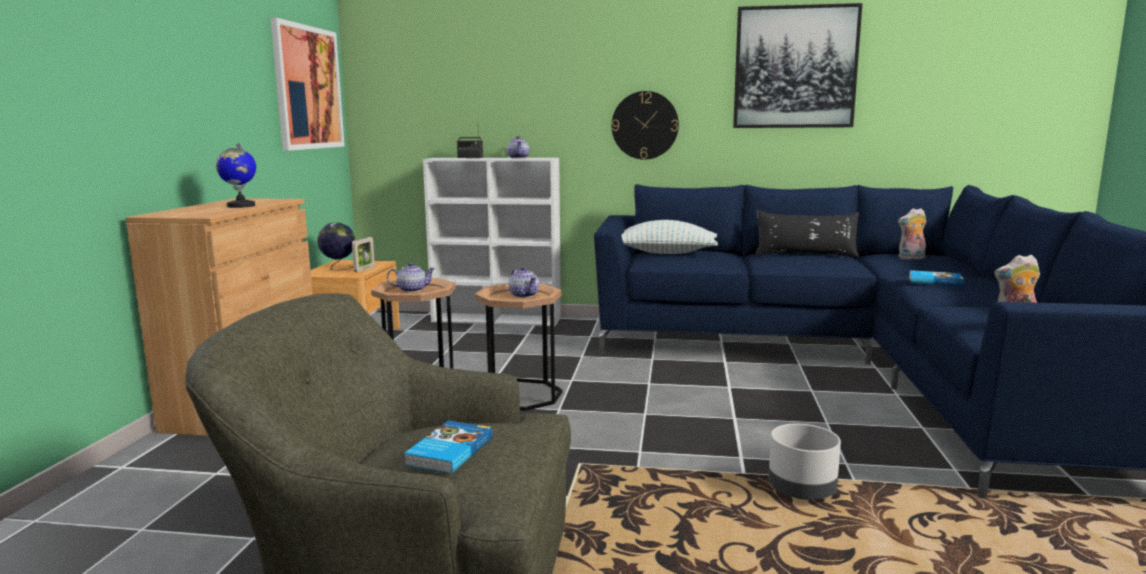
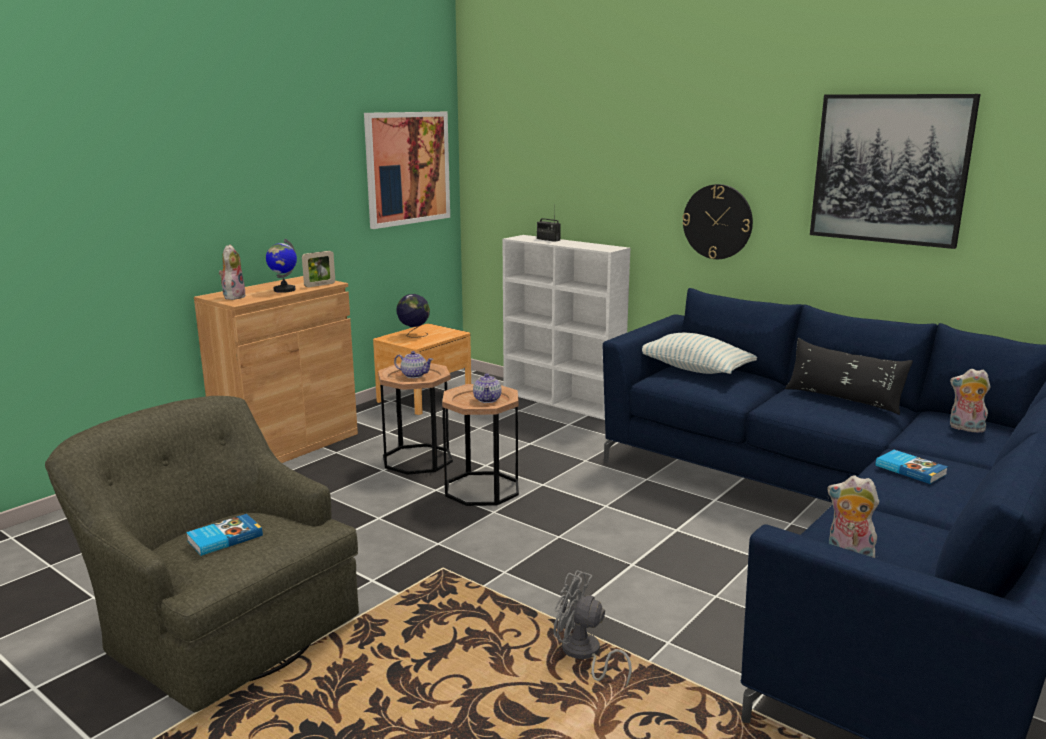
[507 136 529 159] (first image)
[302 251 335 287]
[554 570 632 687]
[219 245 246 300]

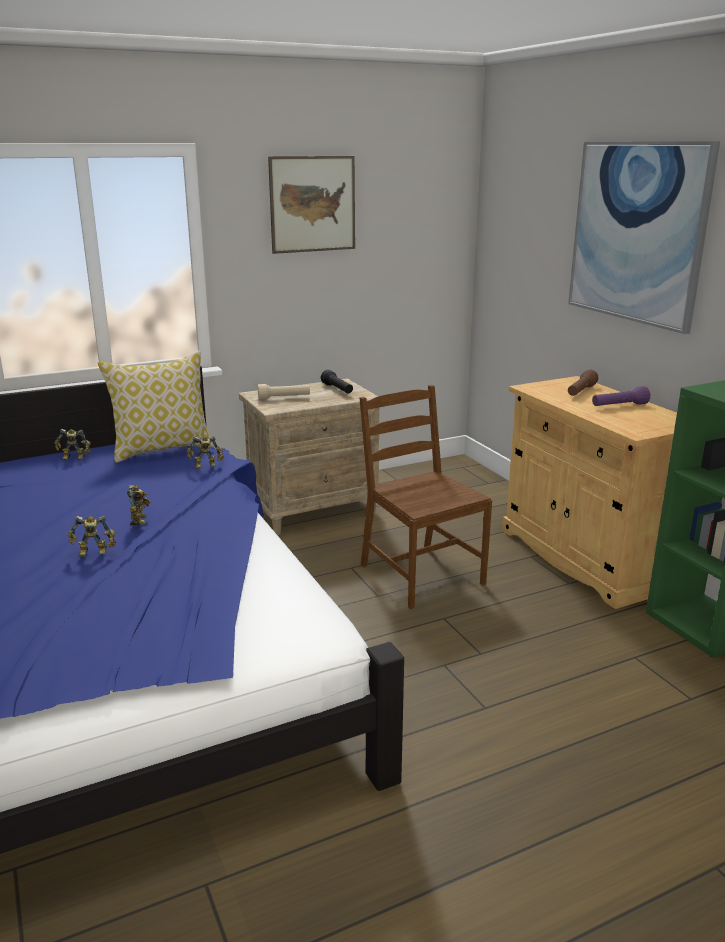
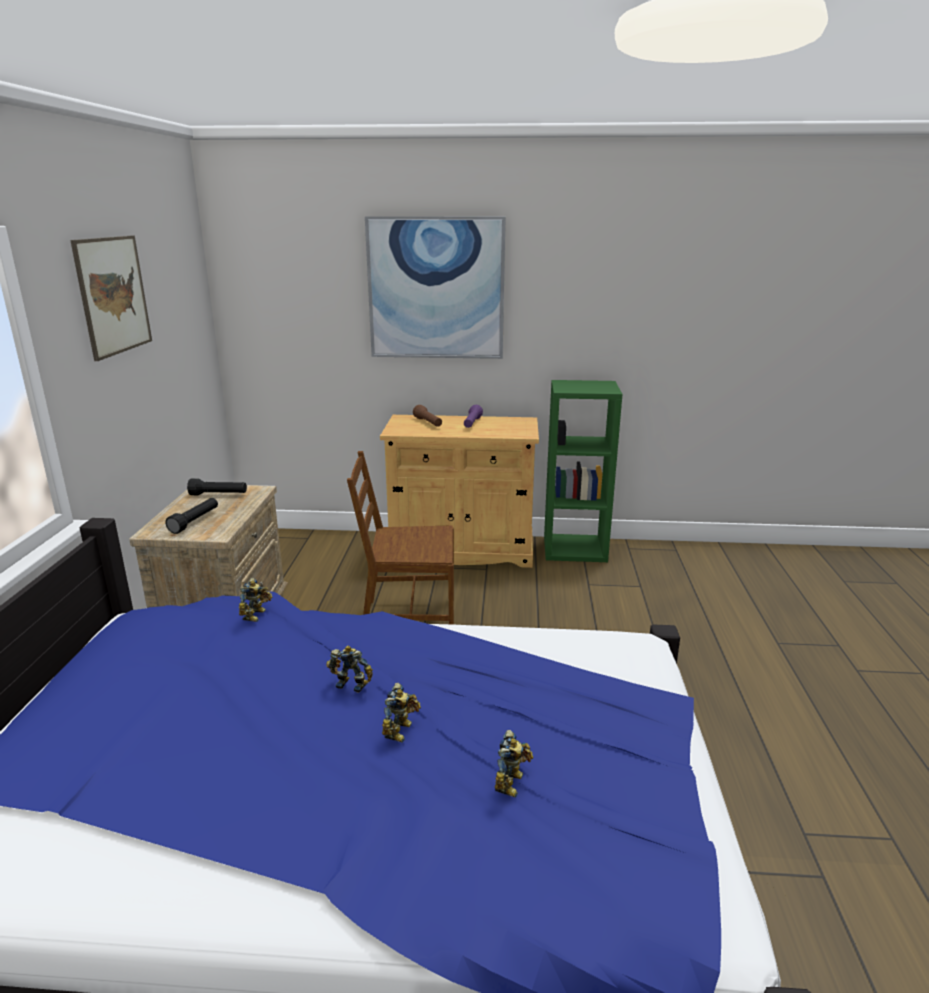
[98 351 215 463] (first image)
[165 498 218 534]
[495 730 533 798]

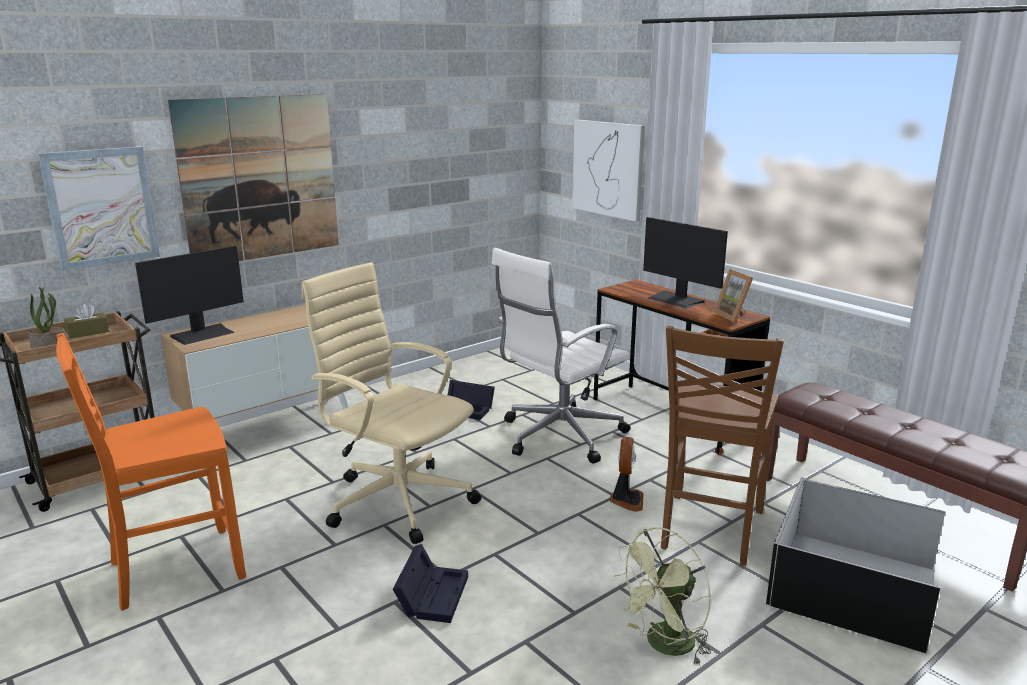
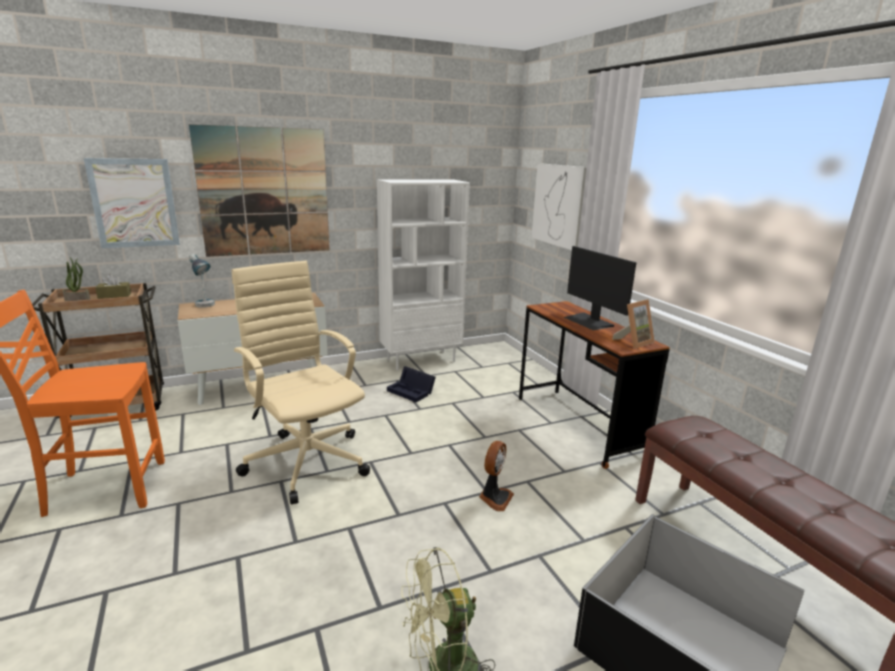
[189 254 215 308]
[491 248 630 464] (first image)
[612 299 655 349]
[661 326 784 566] (first image)
[393 544 468 623] (first image)
[377 179 470 370]

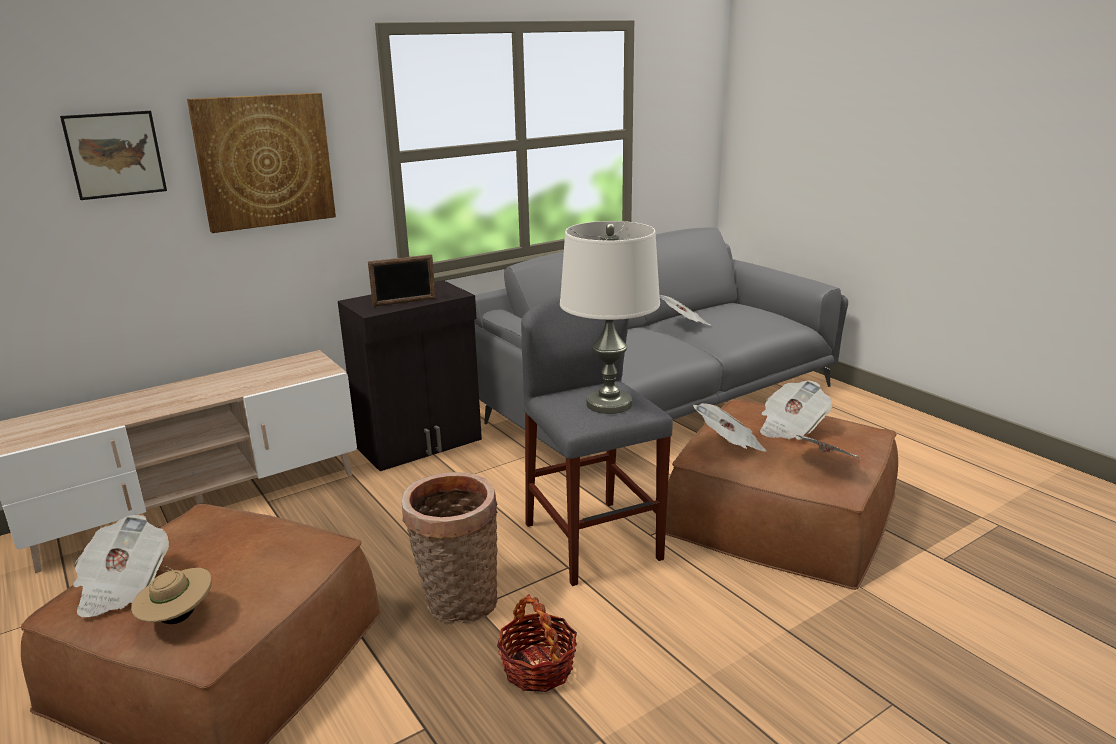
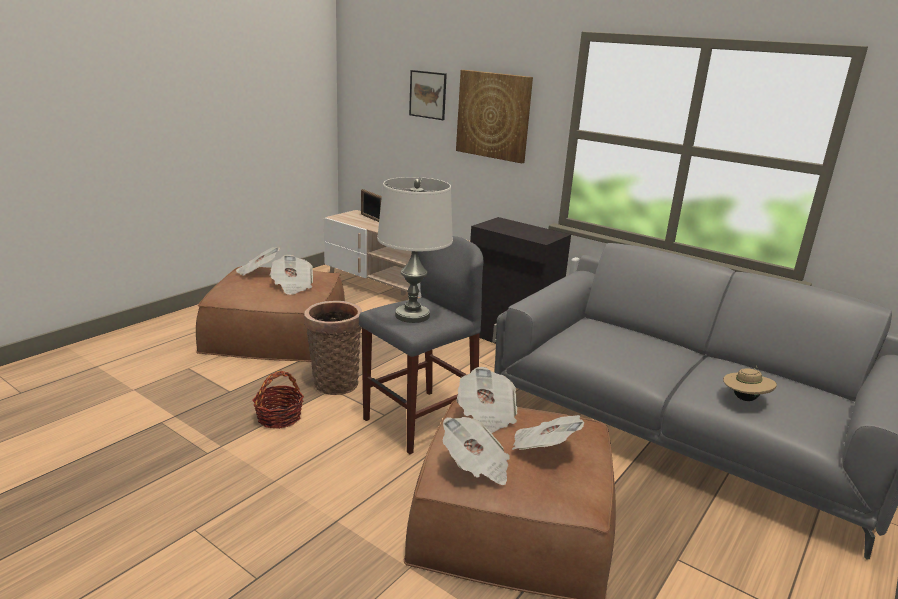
[361 189 382 222]
[270 255 313 295]
[723 366 777 401]

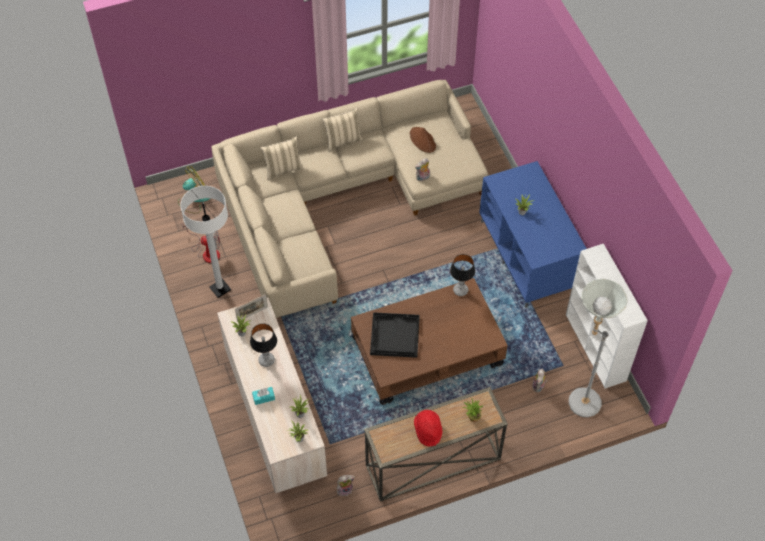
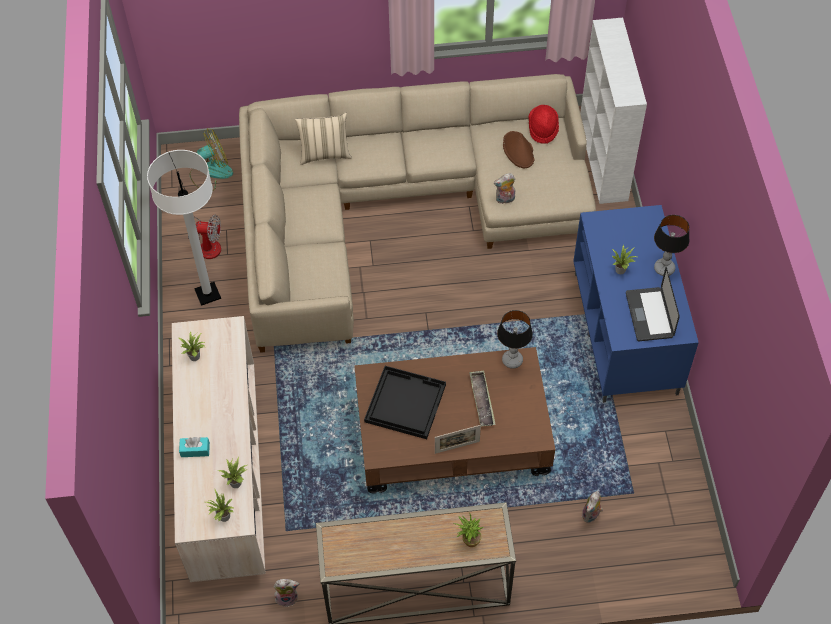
[322 107 363 152] (first image)
[580 18 647 204]
[569 278 628 417] (first image)
[435 425 481 454]
[654 215 689 276]
[529 105 559 144]
[626 267 680 341]
[469 371 496 426]

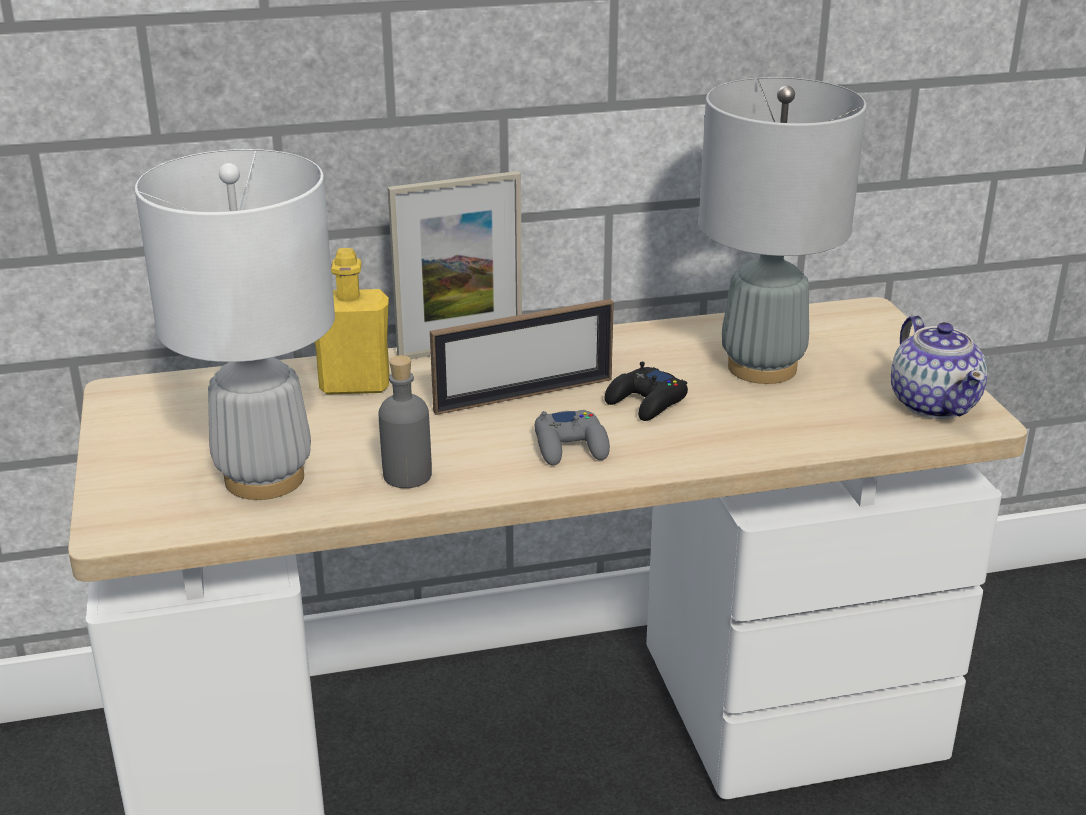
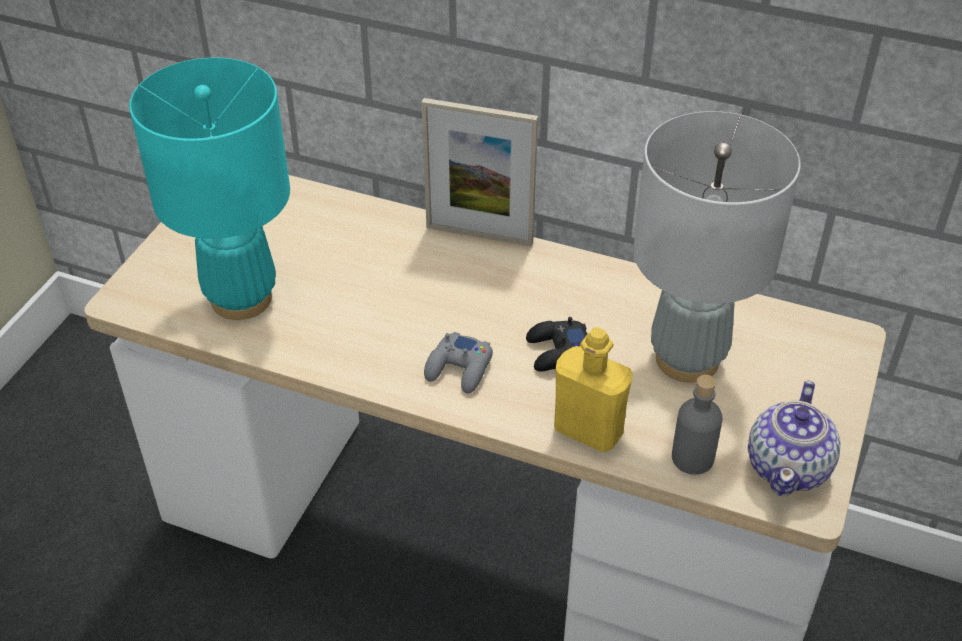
[129 58 290 320]
[554 327 633 452]
[430 299 614 415] (first image)
[672 375 723 475]

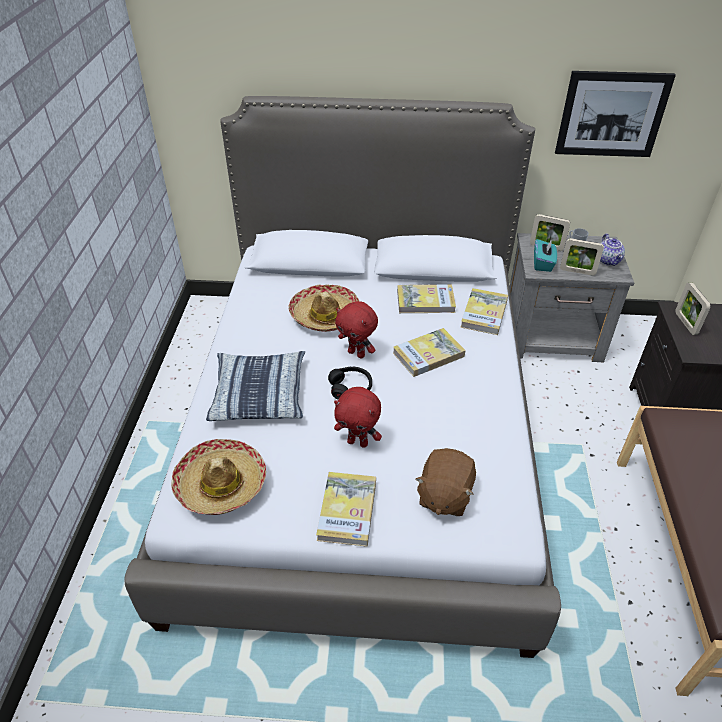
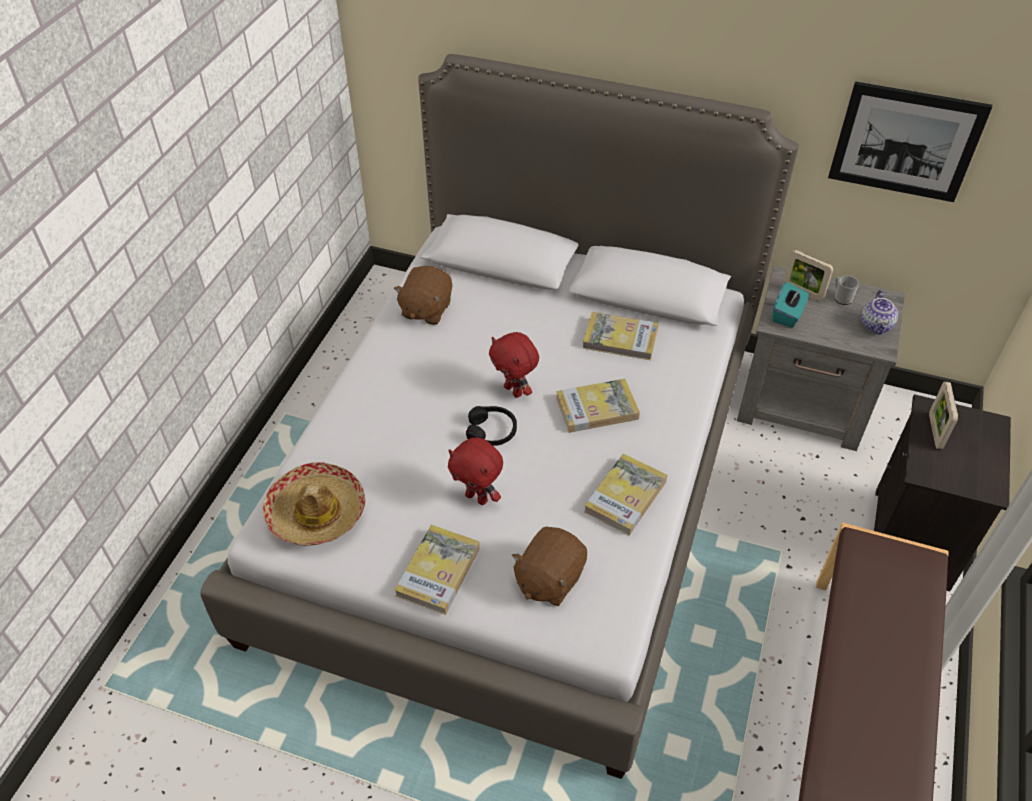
[560 238 604 276] (first image)
[289 284 359 332] (first image)
[584 454 668 535]
[206 351 305 421] (first image)
[394 266 452 325]

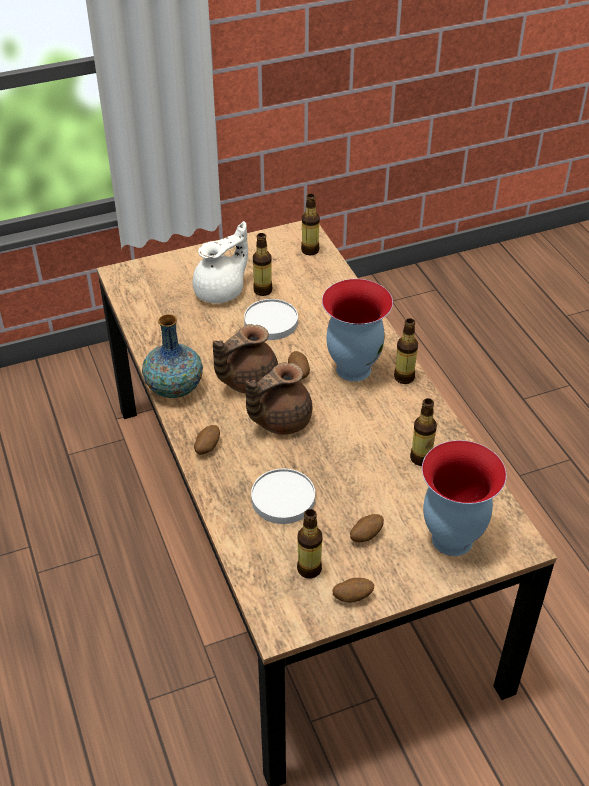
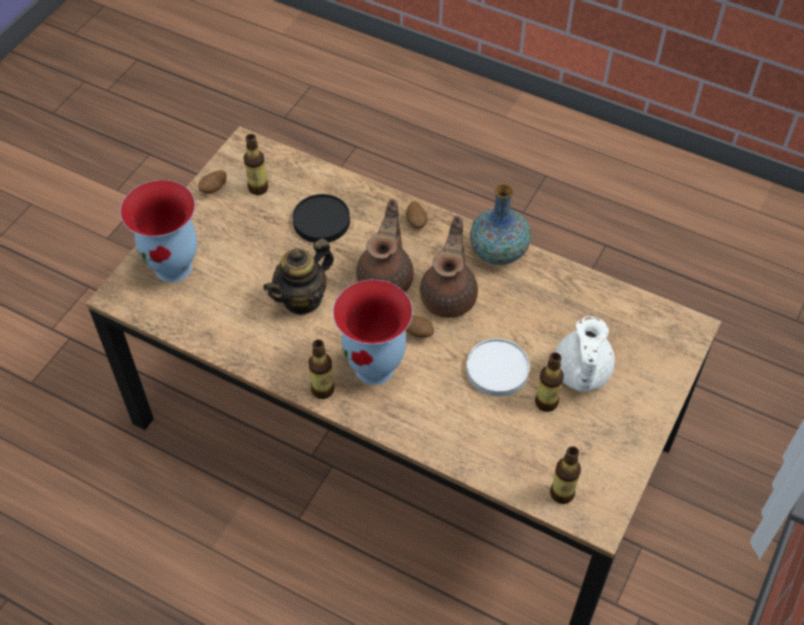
[410 398 437 466] (first image)
[293 194 350 243]
[350 514 384 542] (first image)
[263 239 334 316]

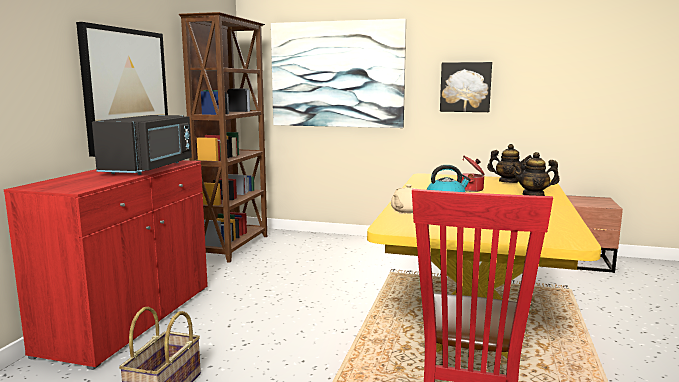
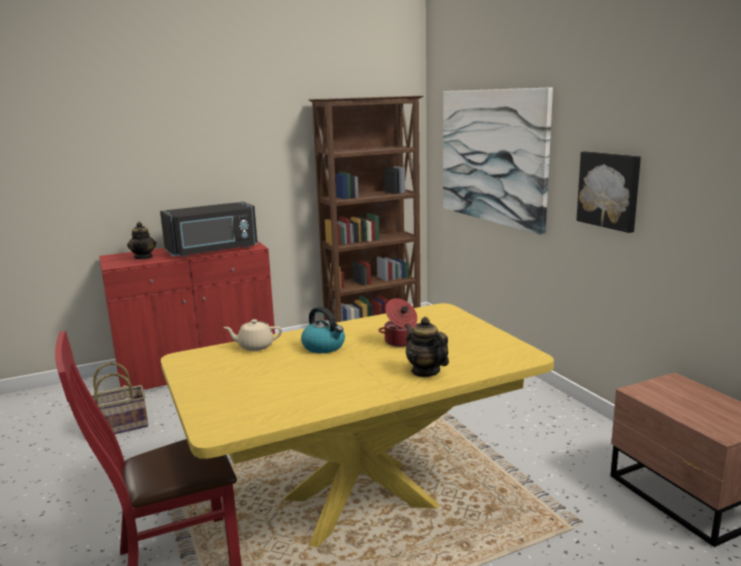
[76 22 168 157] (first image)
[127 222 156 259]

